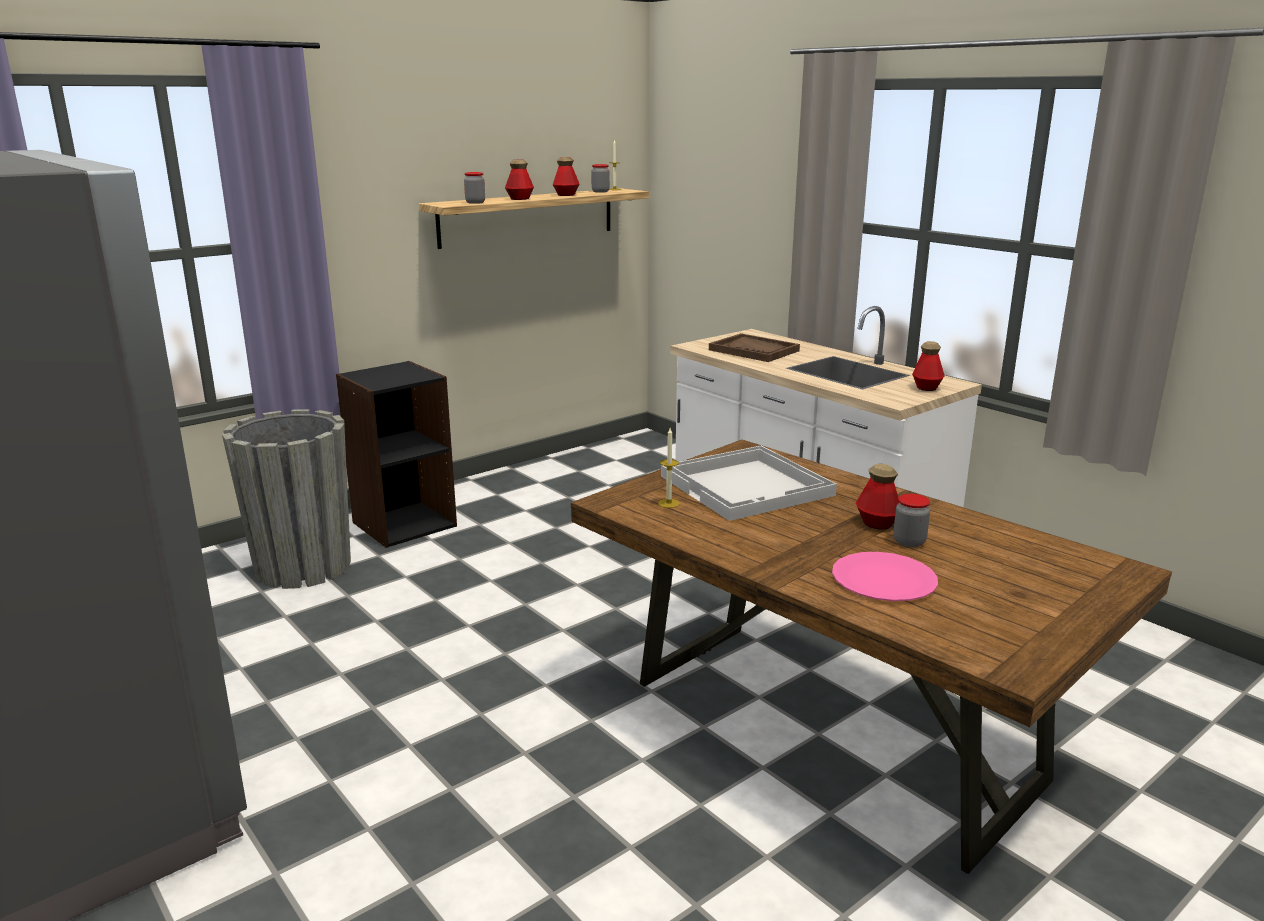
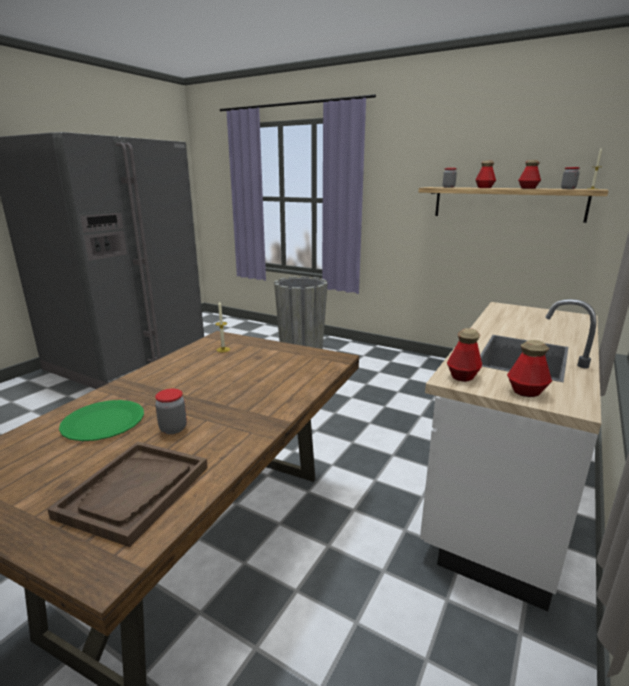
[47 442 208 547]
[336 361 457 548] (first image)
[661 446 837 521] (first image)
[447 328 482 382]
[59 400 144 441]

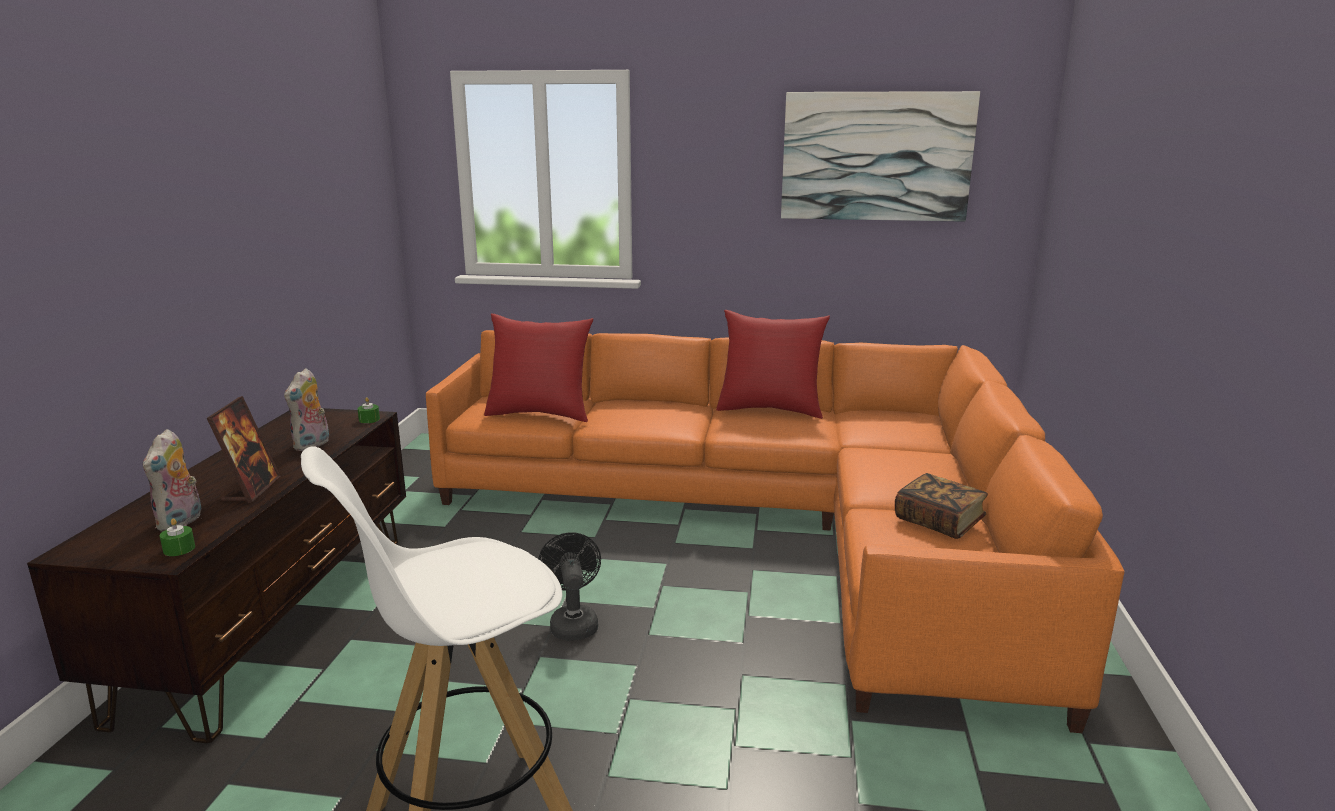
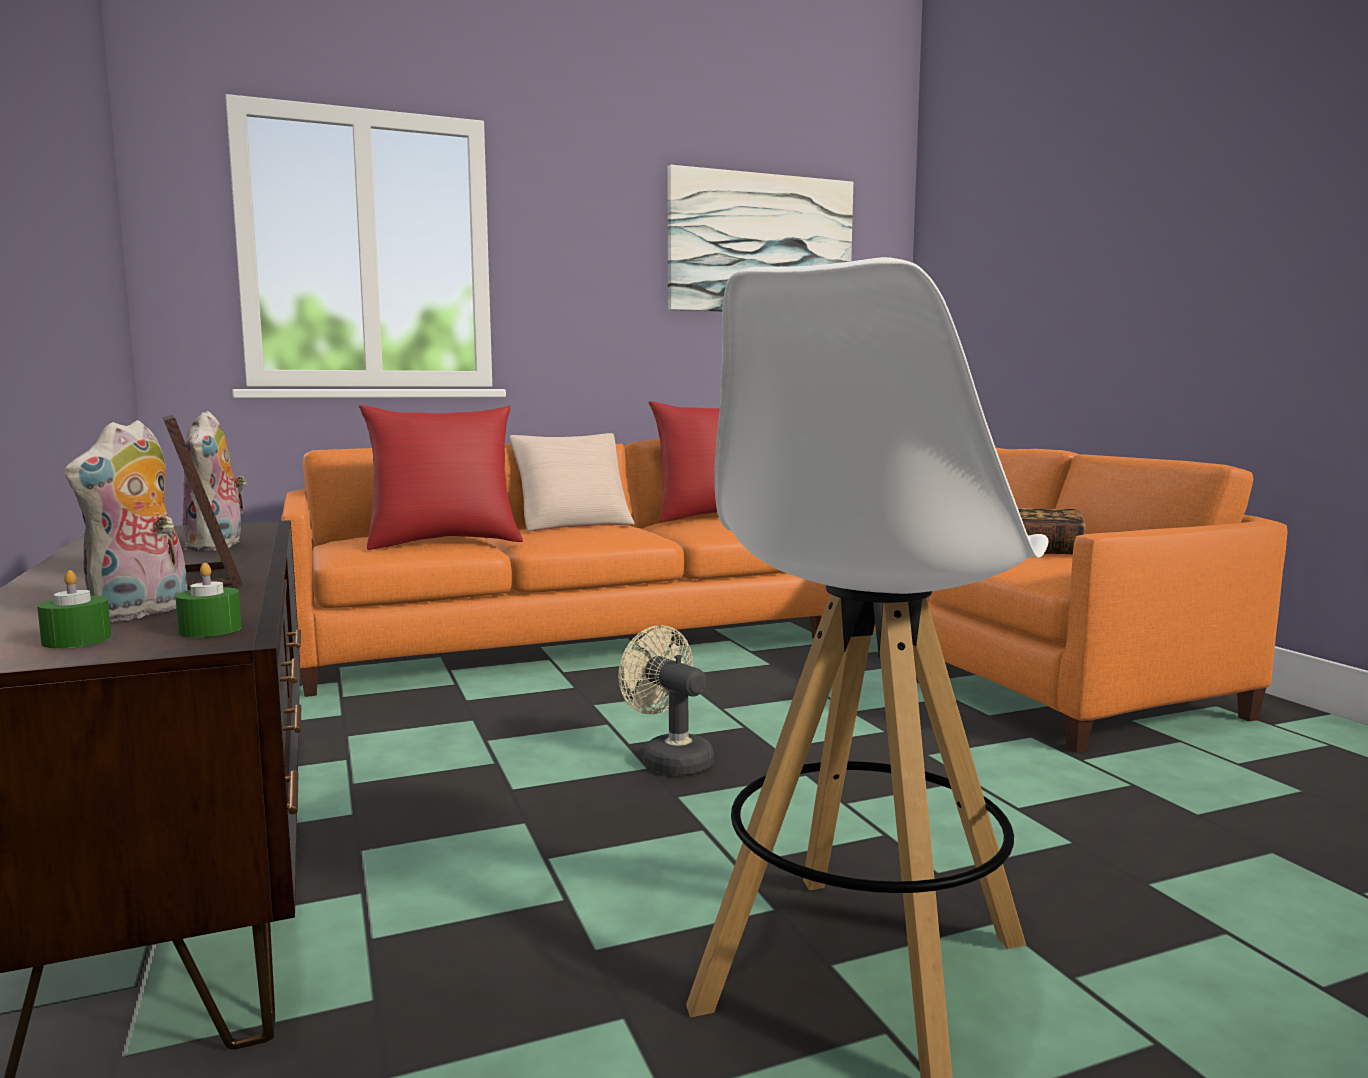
[37 570 111 648]
[64 420 188 622]
[618 625 714 775]
[509 433 635 531]

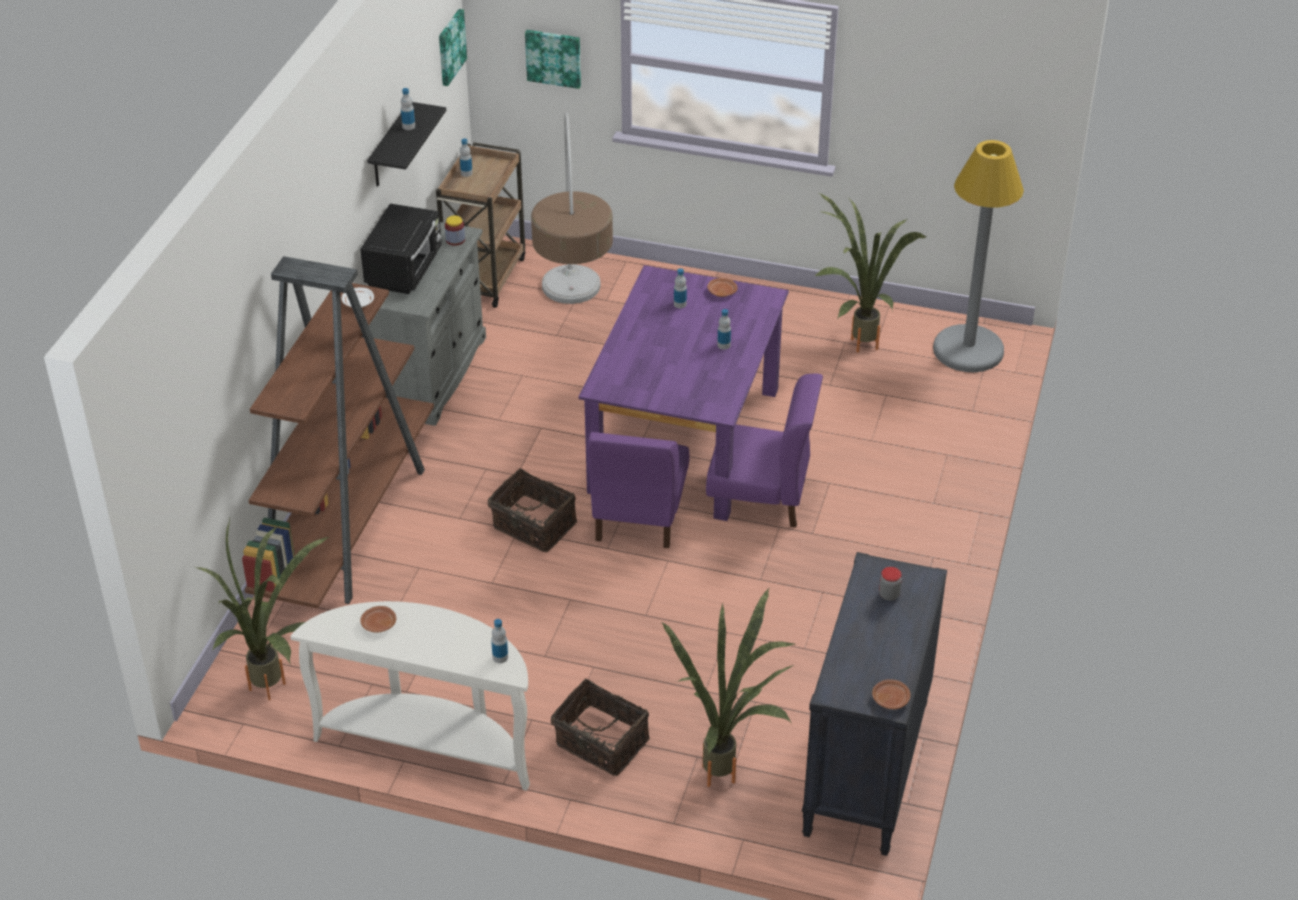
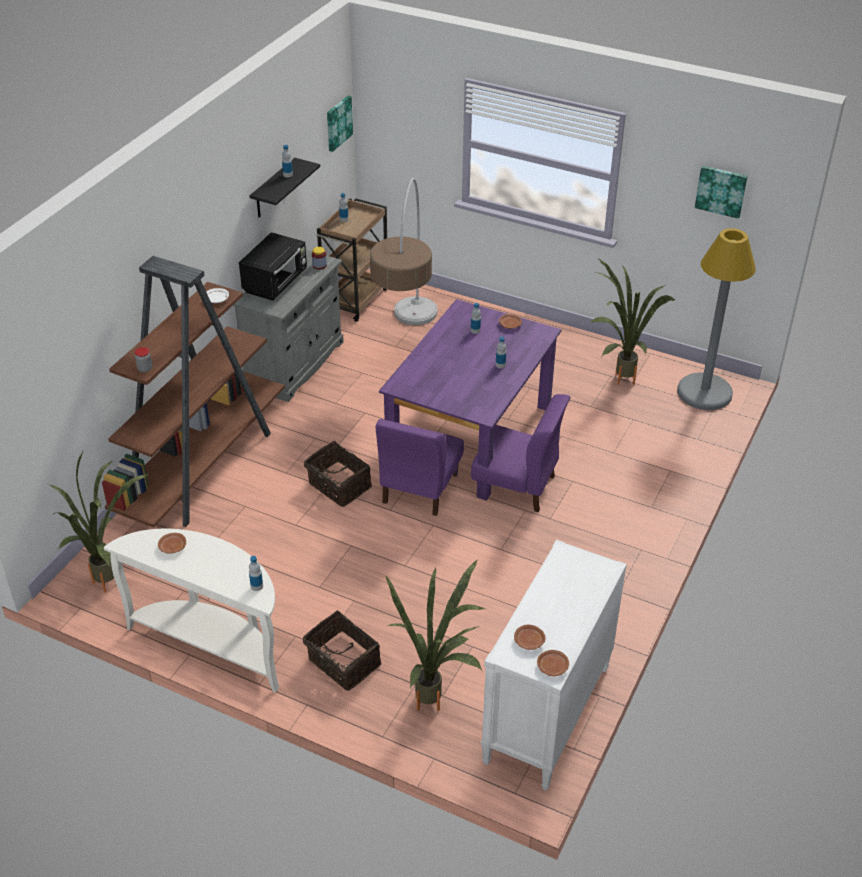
[695 166 748 219]
[481 539 627 791]
[135 347 152 372]
[514 625 545 650]

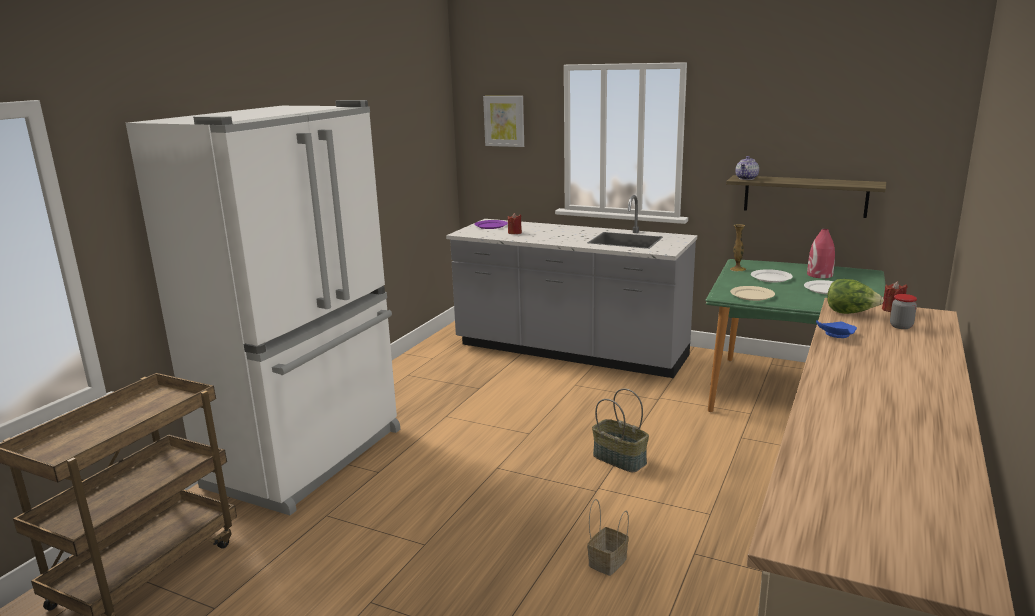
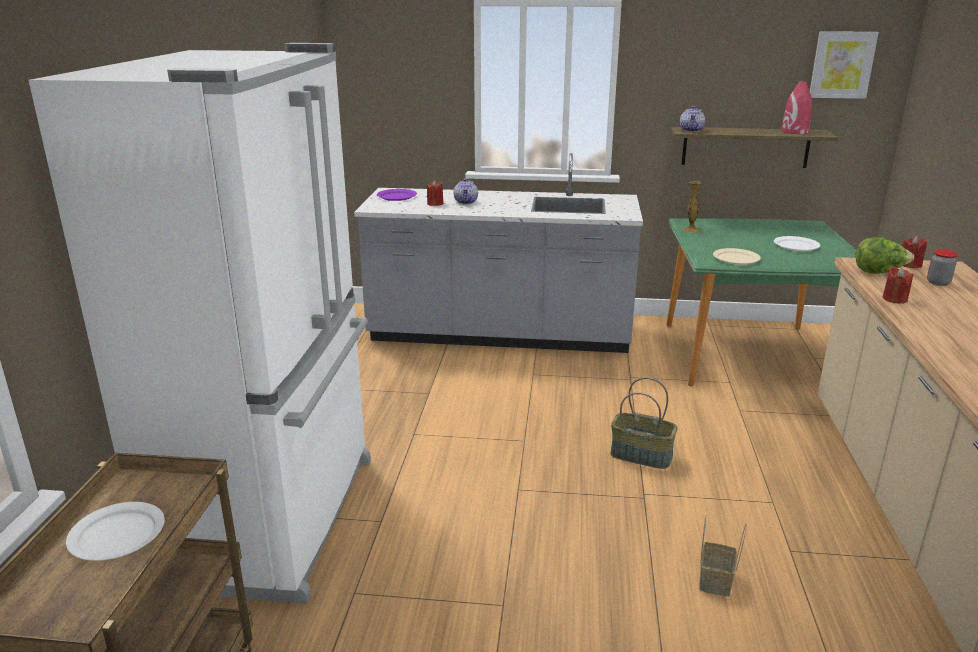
[810 31 879 99]
[782 81 812 134]
[66 502 165 561]
[883 267 914 304]
[454 178 478 204]

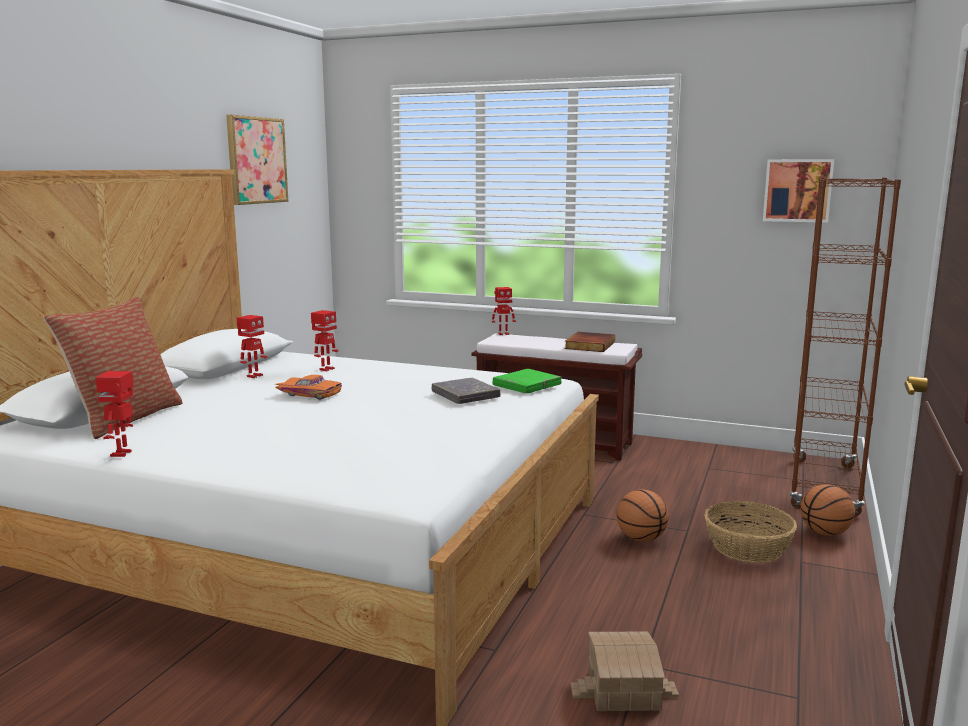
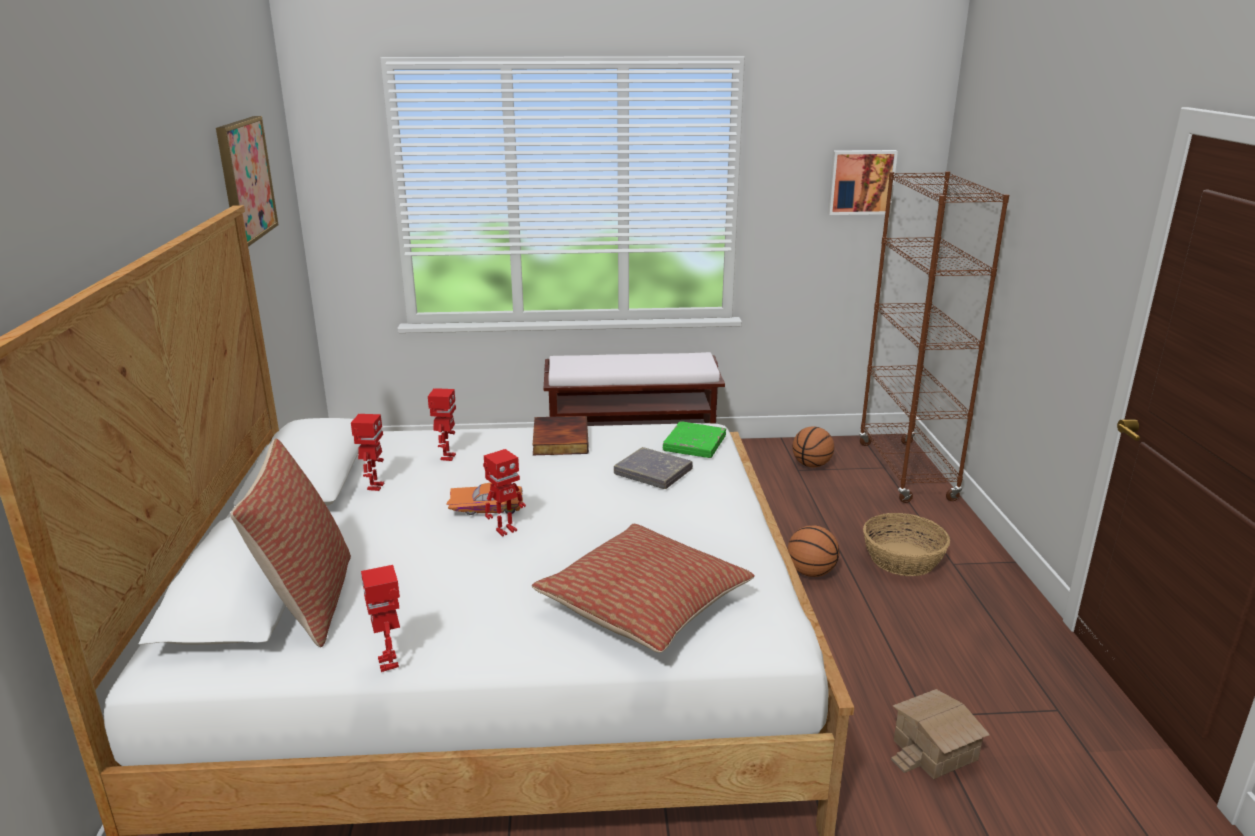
[483 449 526 537]
[533 416 589 455]
[792 426 834 467]
[532 524 754 653]

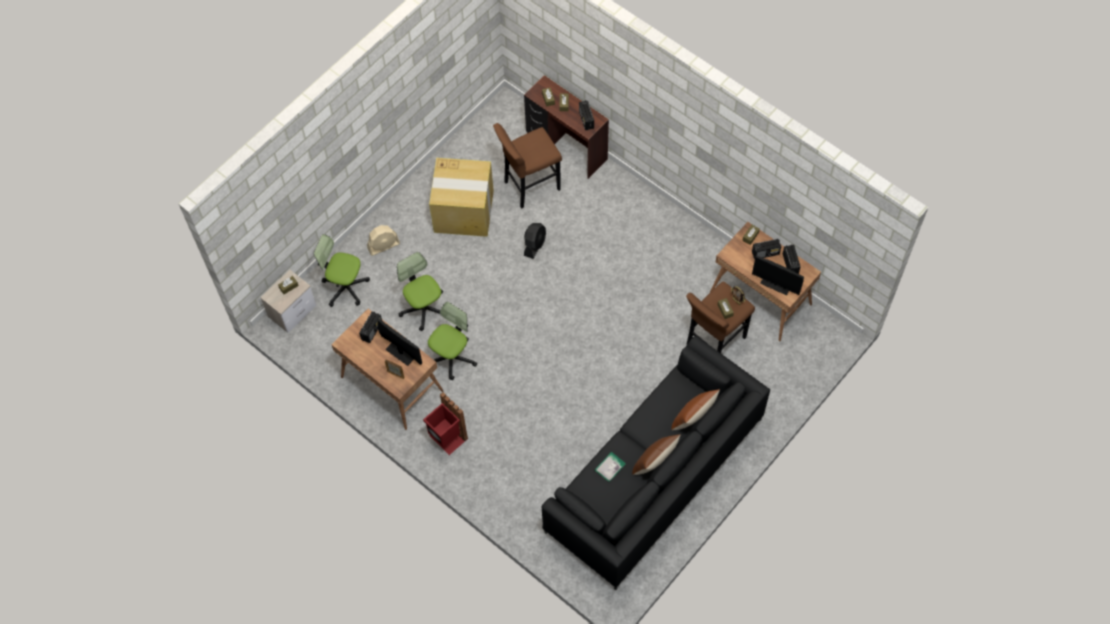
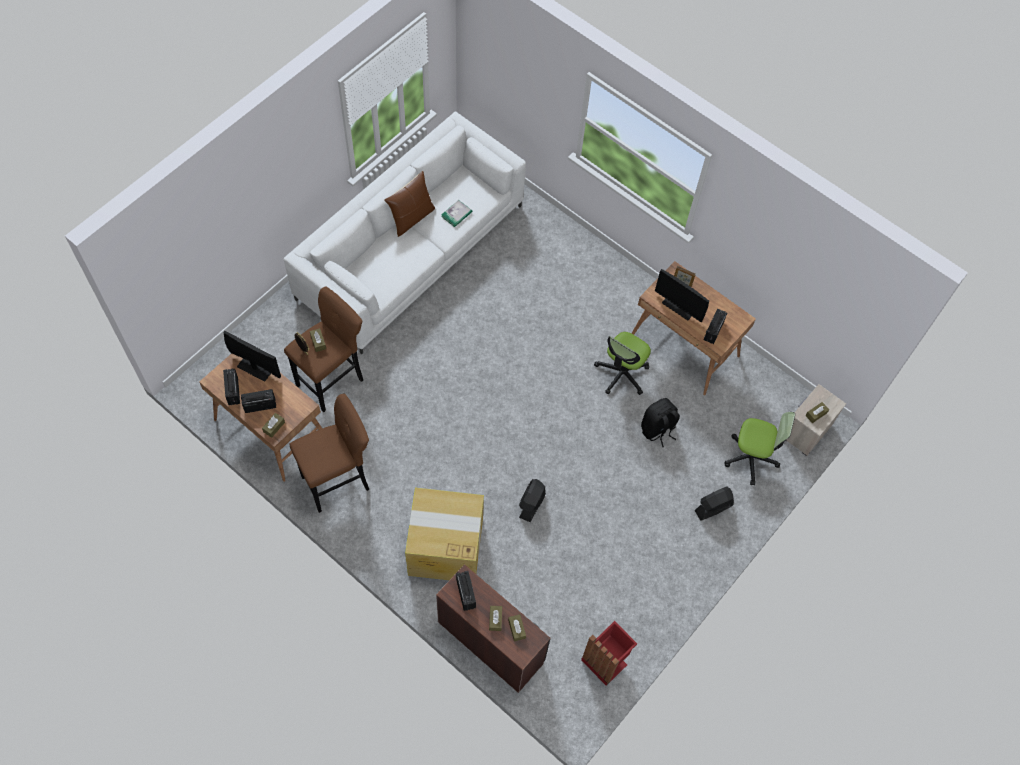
[289 394 369 513]
[405 488 484 580]
[694 486 734 521]
[641 398 680 447]
[284 111 526 354]
[671 389 720 430] (first image)
[581 621 637 686]

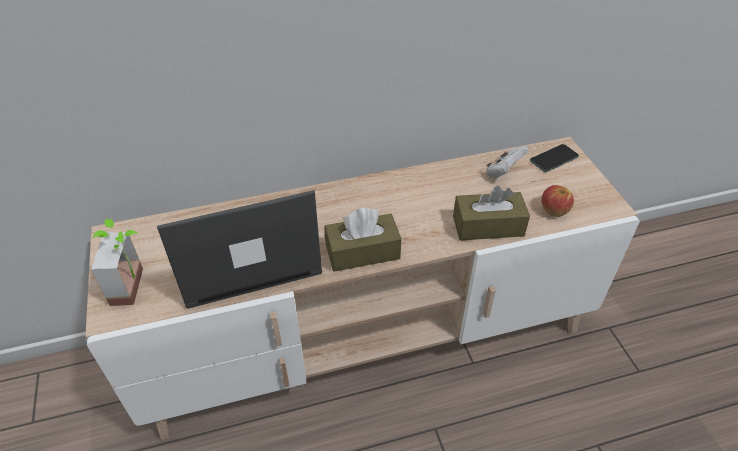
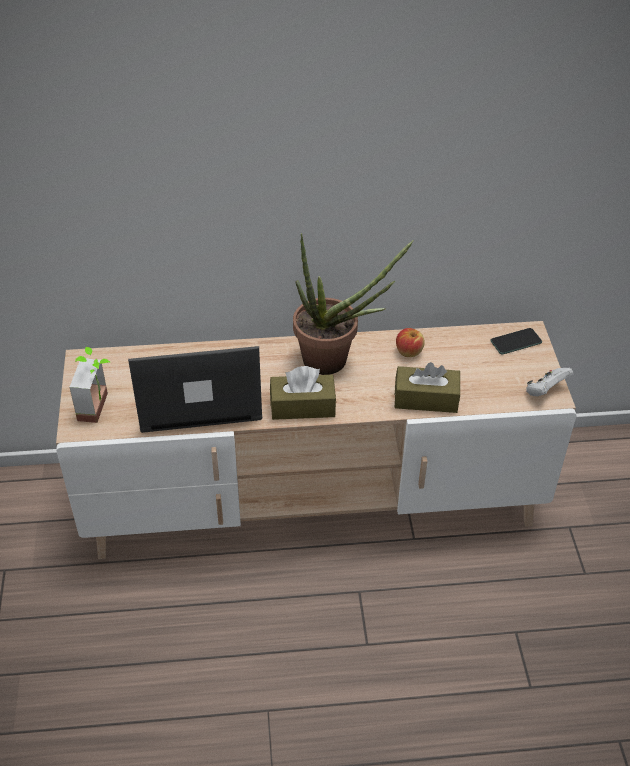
[526 368 573 397]
[396 328 425 357]
[293 233 414 375]

